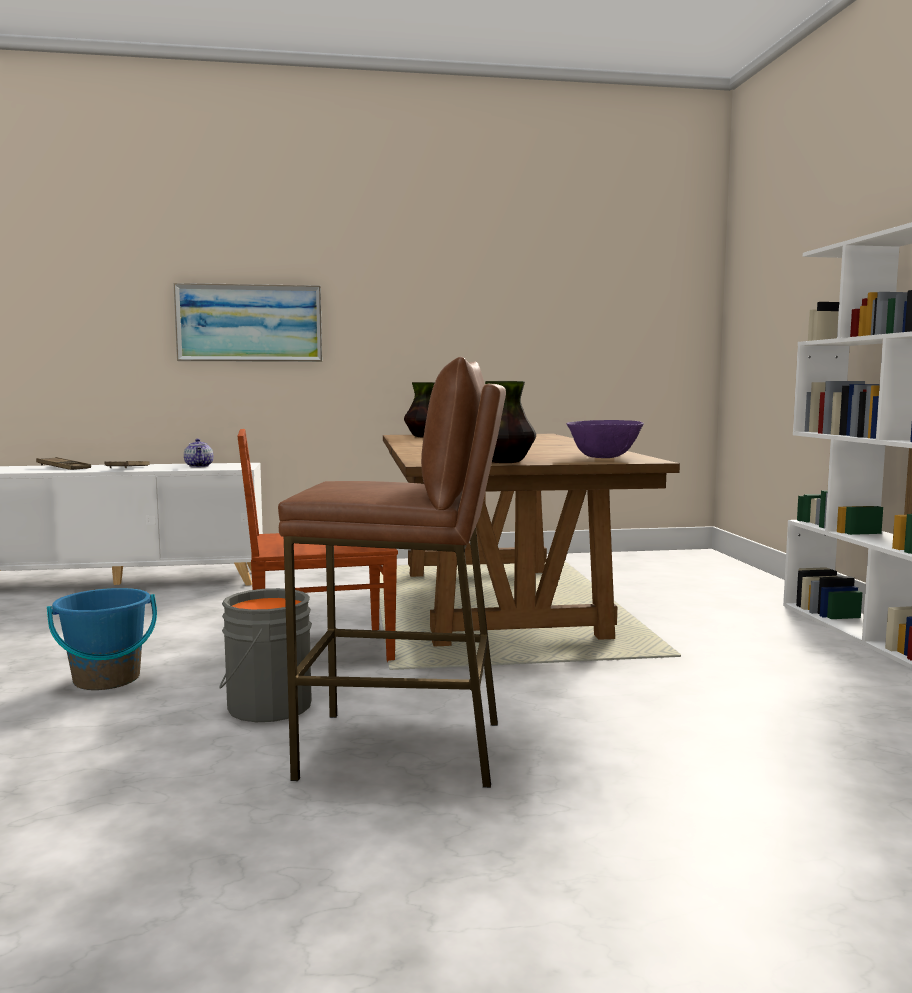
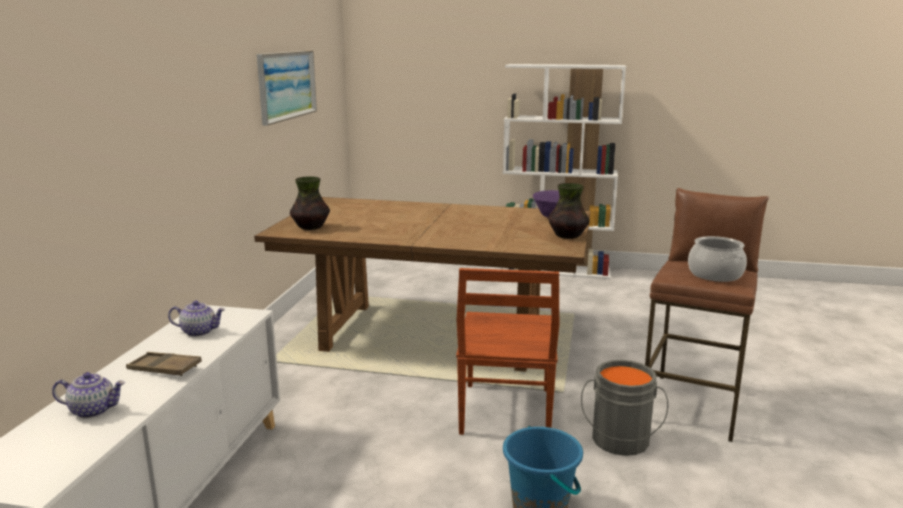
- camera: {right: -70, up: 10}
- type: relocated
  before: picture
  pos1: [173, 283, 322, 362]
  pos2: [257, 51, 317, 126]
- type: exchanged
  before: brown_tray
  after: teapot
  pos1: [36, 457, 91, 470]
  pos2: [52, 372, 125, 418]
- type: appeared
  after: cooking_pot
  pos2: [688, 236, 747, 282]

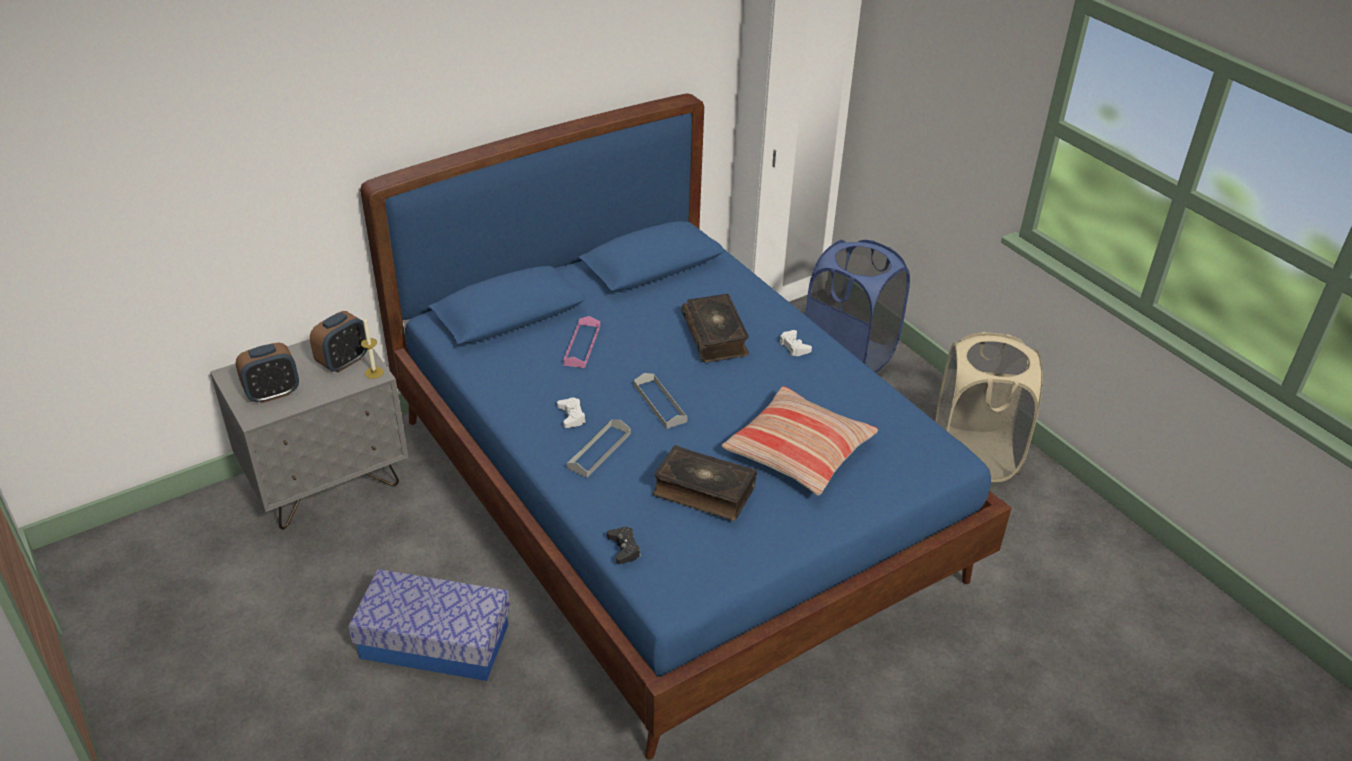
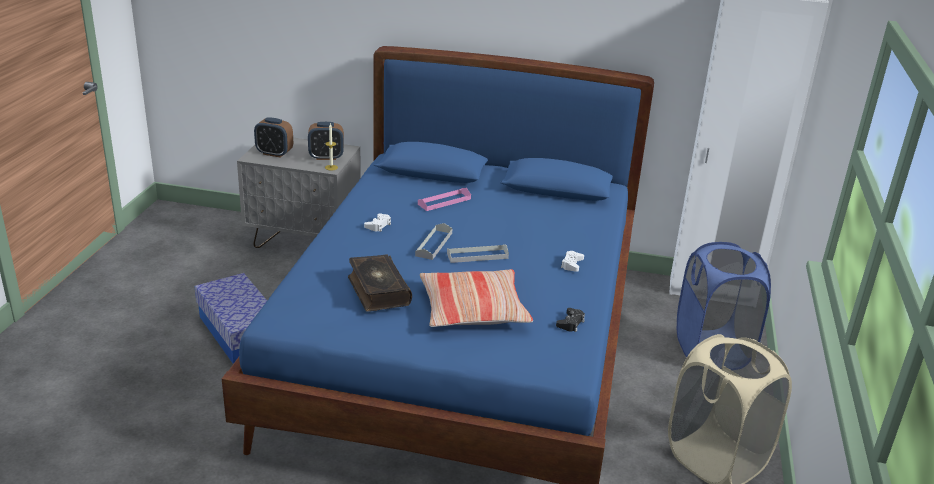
- camera: {right: 45, up: -10}
- type: missing
  before: book
  pos1: [682, 294, 749, 363]
- type: relocated
  before: grey_tray
  pos1: [567, 420, 631, 478]
  pos2: [447, 244, 509, 263]
- type: relocated
  before: black_game_controller
  pos1: [607, 527, 641, 564]
  pos2: [556, 308, 585, 332]

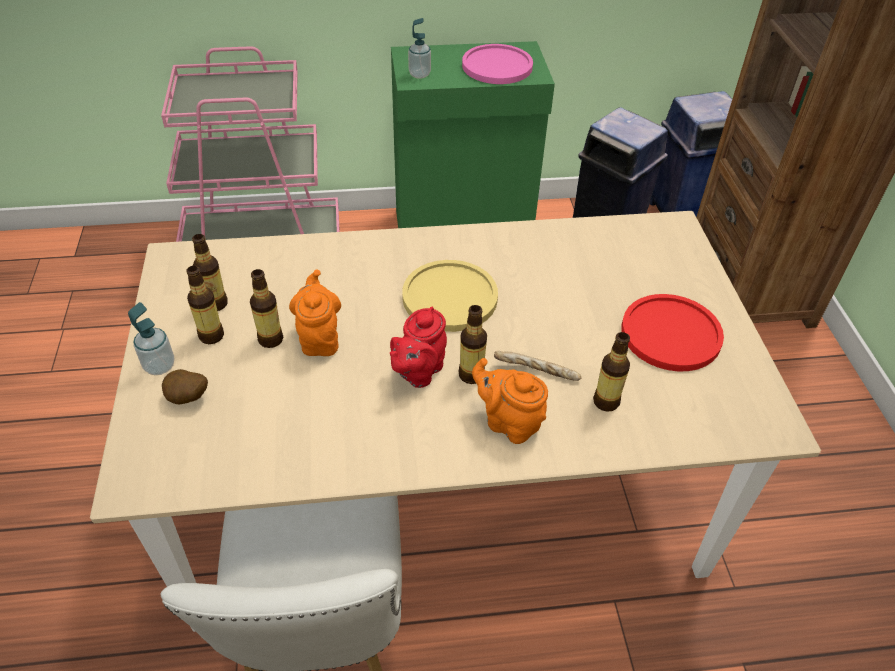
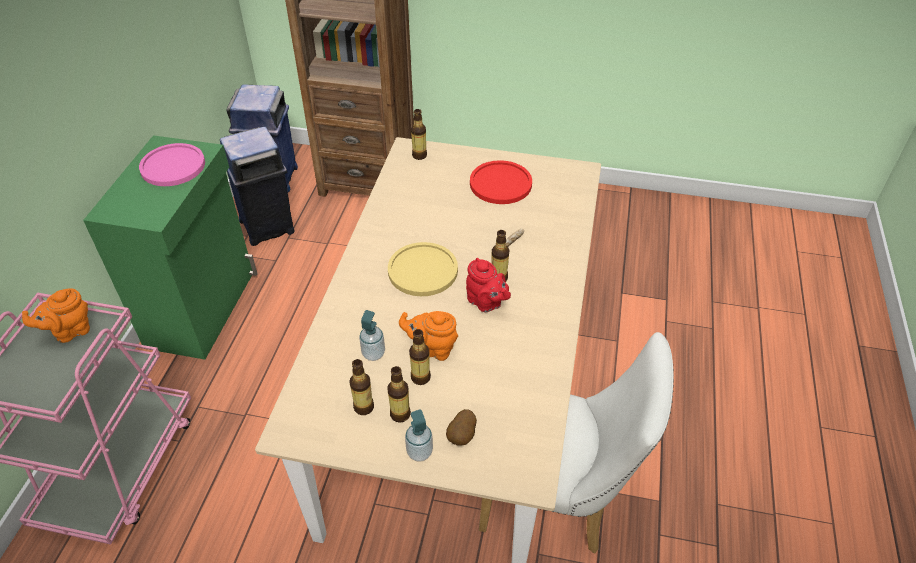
- camera: {right: -70, up: 0}
- type: relocated
  before: soap_dispenser
  pos1: [408, 18, 431, 79]
  pos2: [359, 310, 385, 361]
- type: relocated
  before: bottle
  pos1: [593, 332, 630, 412]
  pos2: [411, 109, 427, 160]
- type: relocated
  before: orange_teapot
  pos1: [472, 358, 548, 444]
  pos2: [22, 289, 90, 343]

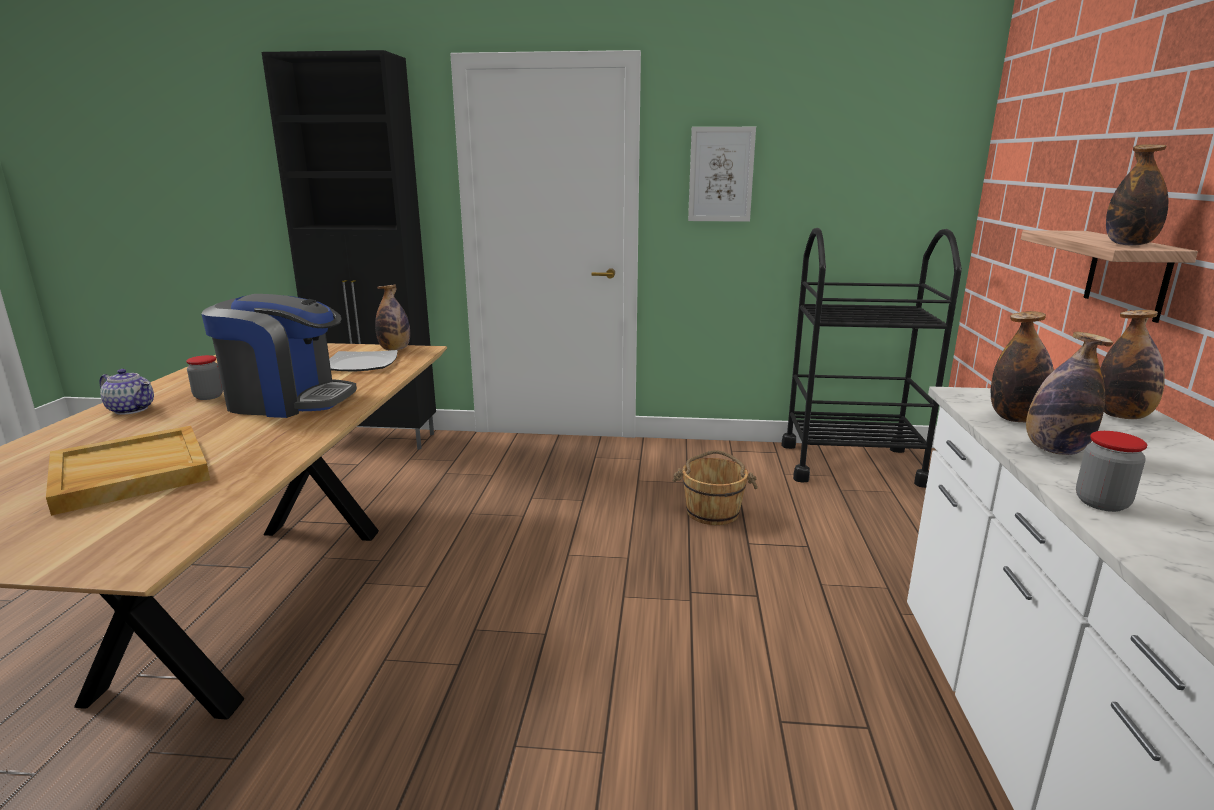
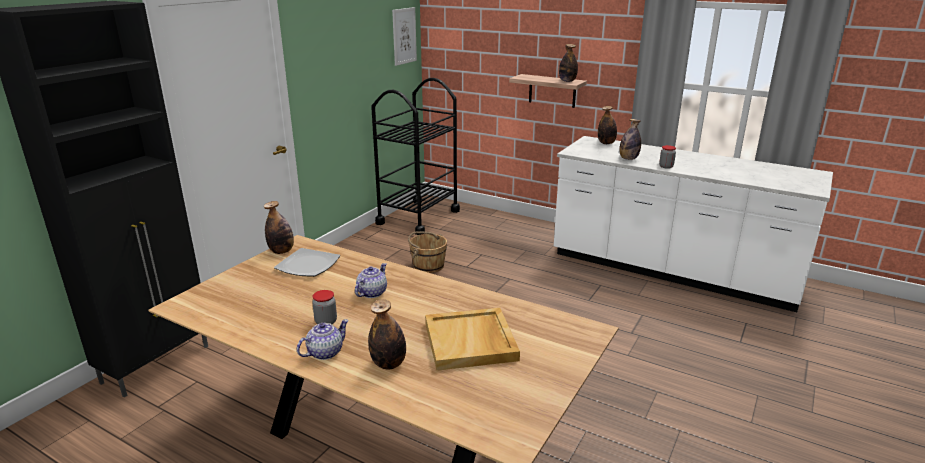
- camera: {right: -65, up: 5}
- type: relocated
  before: picture
  pos1: [688, 127, 756, 222]
  pos2: [392, 7, 417, 66]
- type: exchanged
  before: coffee_machine
  after: teapot
  pos1: [201, 294, 357, 418]
  pos2: [355, 263, 387, 298]
- type: relocated
  before: bottle
  pos1: [991, 311, 1054, 422]
  pos2: [368, 299, 406, 370]

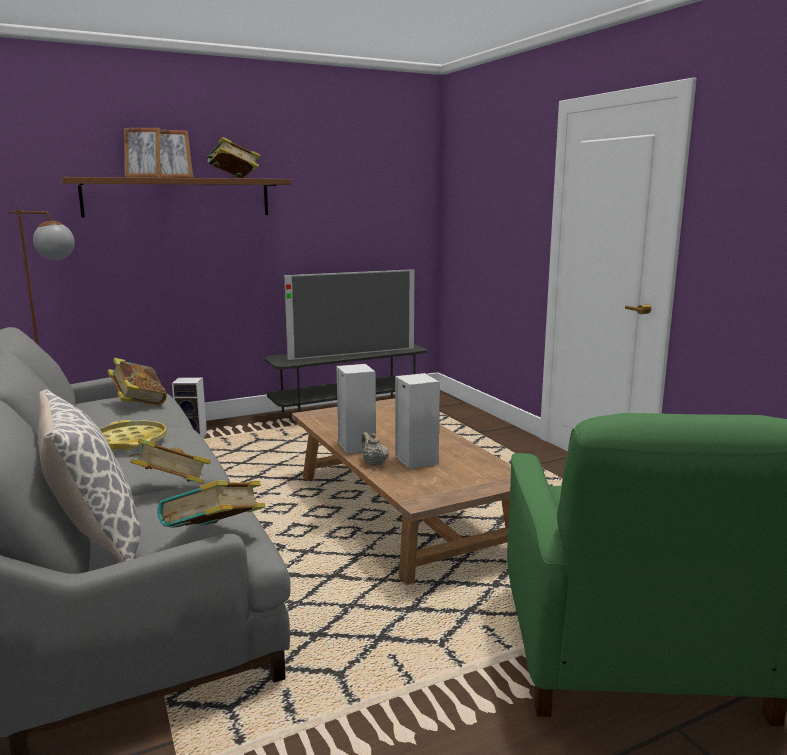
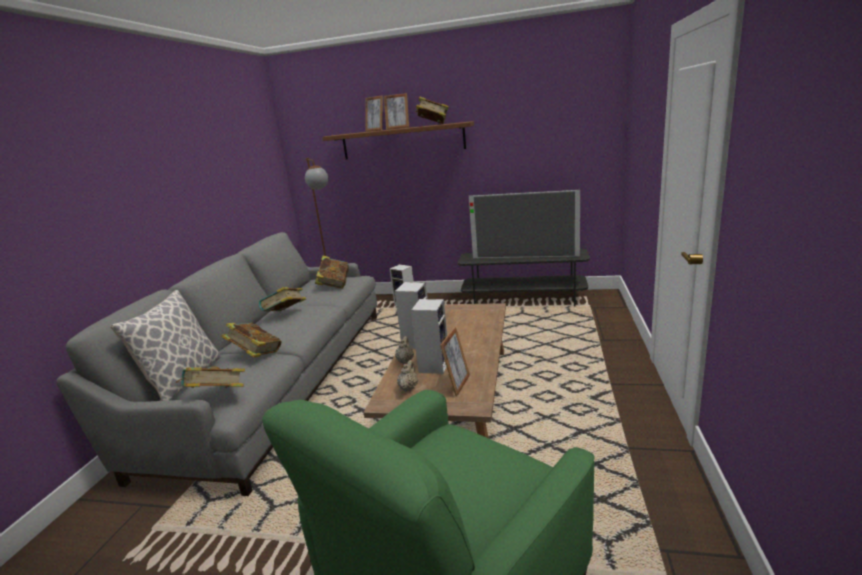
- camera: {right: 40, up: 5}
- type: exchanged
  before: yellow_tray
  after: book
  pos1: [99, 420, 167, 451]
  pos2: [259, 287, 306, 311]
- type: appeared
  after: picture_frame
  pos2: [440, 327, 470, 396]
- type: appeared
  after: beige_teapot
  pos2: [397, 360, 418, 392]

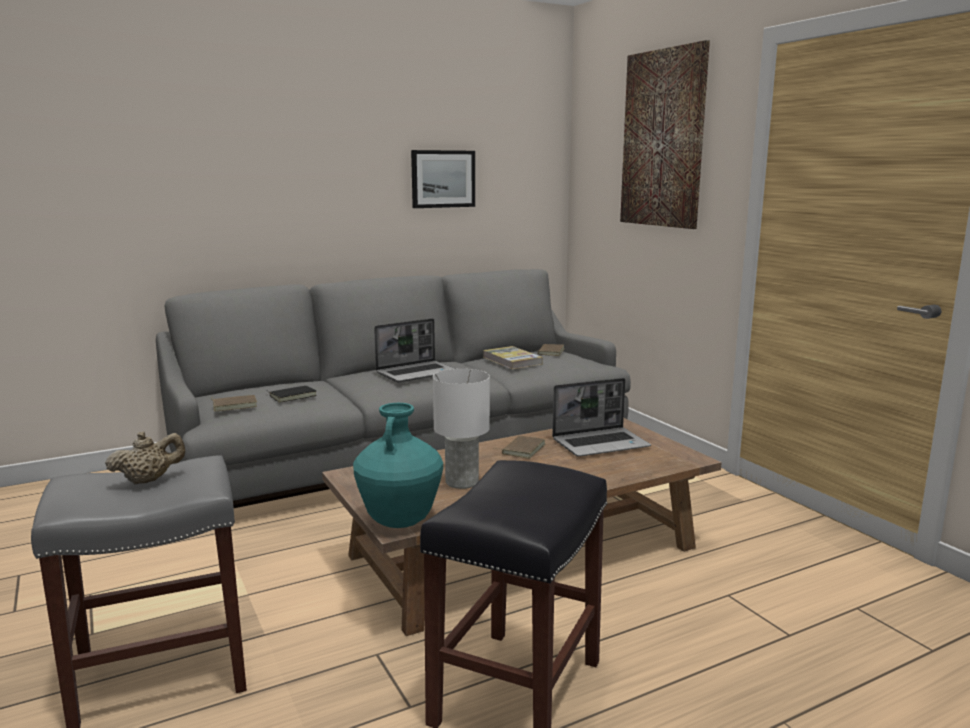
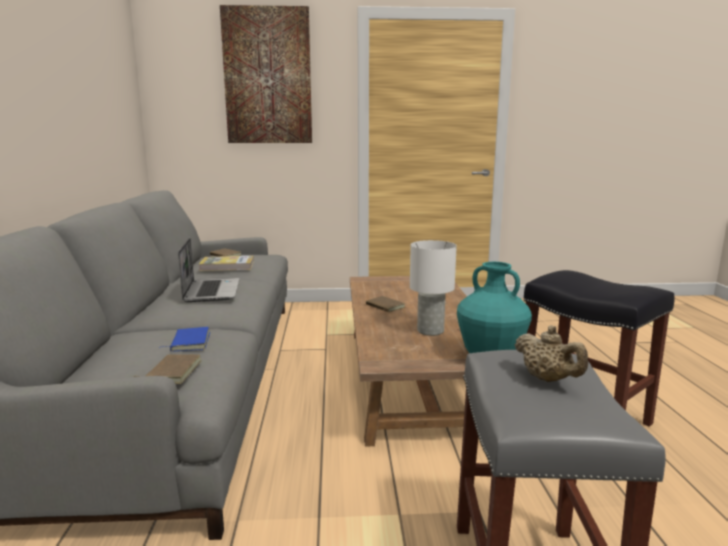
- camera: {right: -65, up: 0}
- type: missing
  before: picture
  pos1: [411, 150, 475, 208]
- type: missing
  before: laptop
  pos1: [552, 378, 651, 457]
- type: colour
  before: black_book
  after: blue_book
  pos1: [267, 386, 316, 403]
  pos2: [159, 327, 210, 352]
- type: spun
  before: beige_teapot
  pos1: [105, 431, 185, 484]
  pos2: [515, 325, 588, 382]
  turn: 150

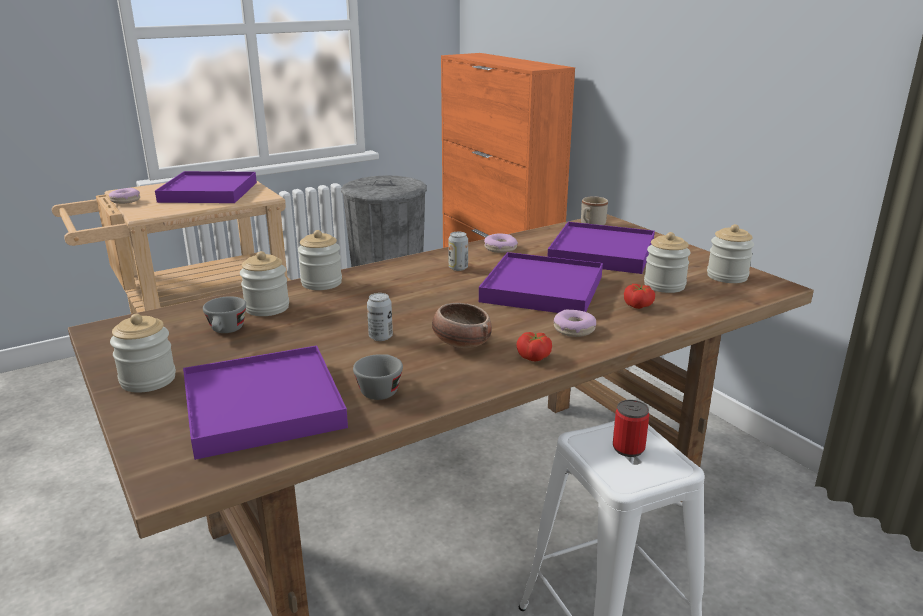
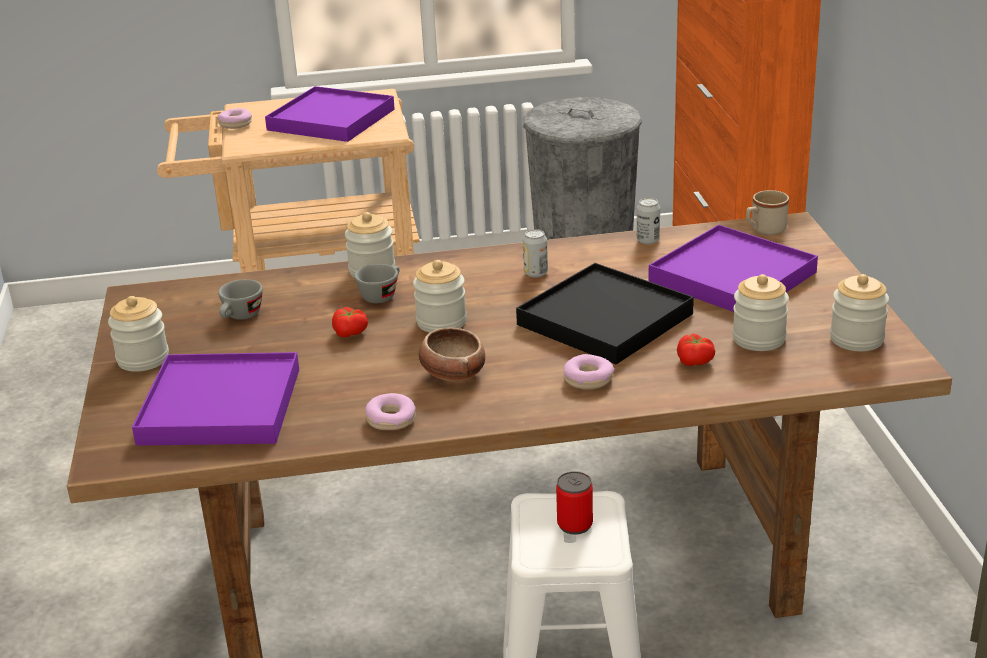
- camera: {right: 25, up: 5}
- type: relocated
  before: donut
  pos1: [484, 233, 518, 253]
  pos2: [365, 393, 416, 430]
- type: relocated
  before: jar
  pos1: [240, 251, 289, 316]
  pos2: [413, 260, 467, 333]
- type: colour
  before: purple_tray
  after: black_tray
  pos1: [479, 252, 603, 313]
  pos2: [516, 263, 694, 364]
- type: relocated
  before: can
  pos1: [367, 293, 393, 341]
  pos2: [637, 198, 660, 244]
- type: relocated
  before: tomato
  pos1: [516, 332, 552, 361]
  pos2: [332, 307, 368, 337]
- type: relocated
  before: grey_cup
  pos1: [353, 354, 403, 400]
  pos2: [354, 264, 400, 303]

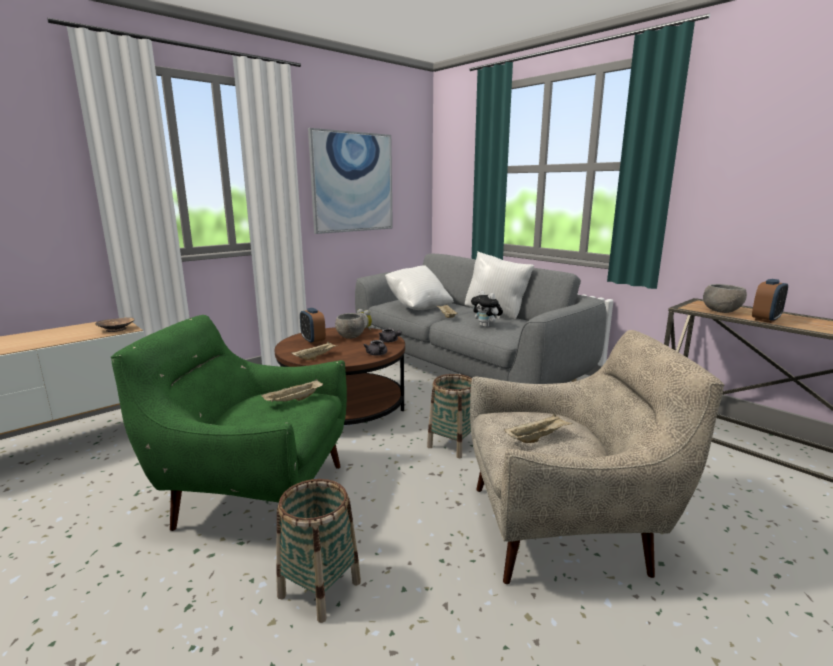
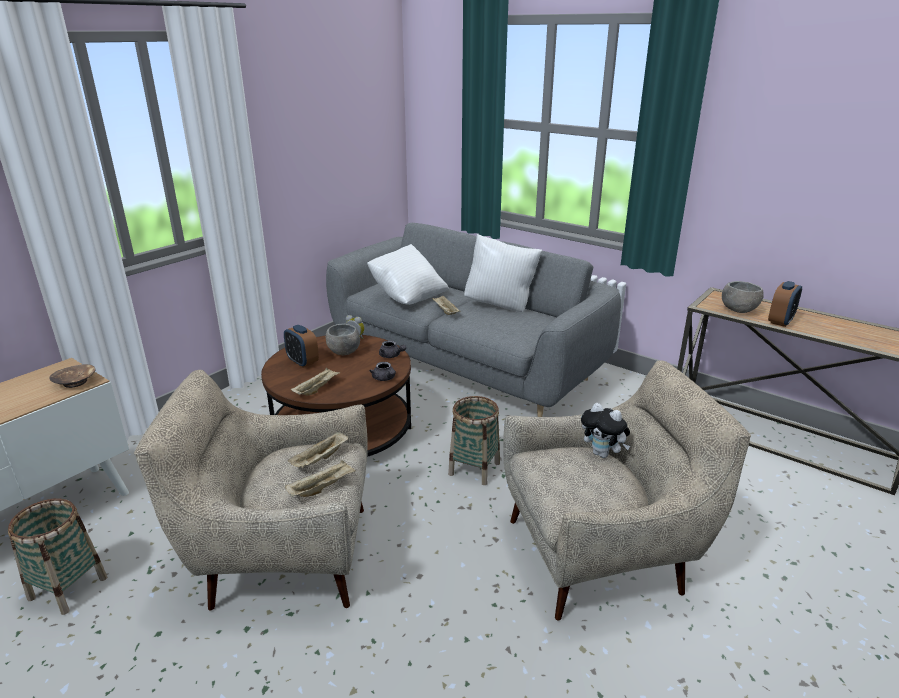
- camera: {right: -10, up: 10}
- type: missing
  before: picture
  pos1: [308, 128, 393, 234]
- type: relocated
  before: plush_toy
  pos1: [471, 291, 503, 328]
  pos2: [581, 403, 630, 458]
- type: colour
  before: green_armchair
  after: beige_armchair
  pos1: [111, 315, 347, 531]
  pos2: [134, 370, 368, 610]
- type: relocated
  before: beige_tray
  pos1: [504, 414, 572, 443]
  pos2: [285, 460, 356, 497]
- type: relocated
  before: basket
  pos1: [276, 479, 361, 623]
  pos2: [8, 498, 107, 615]

